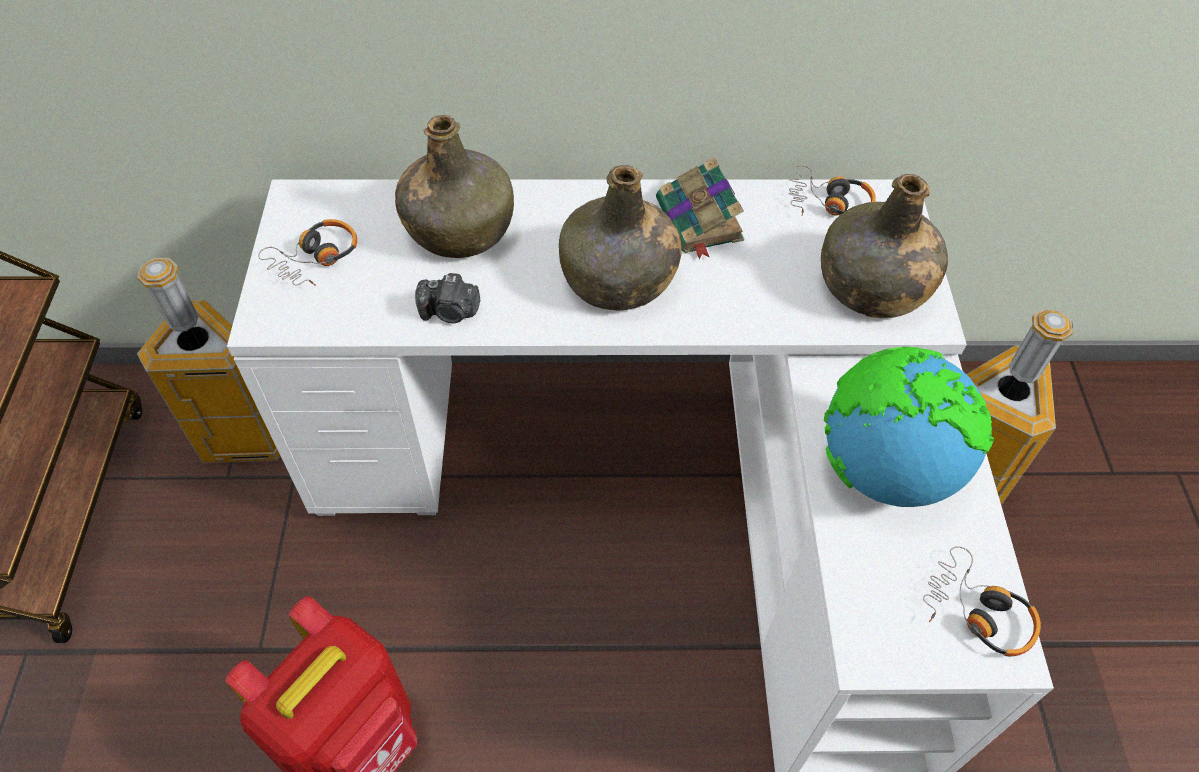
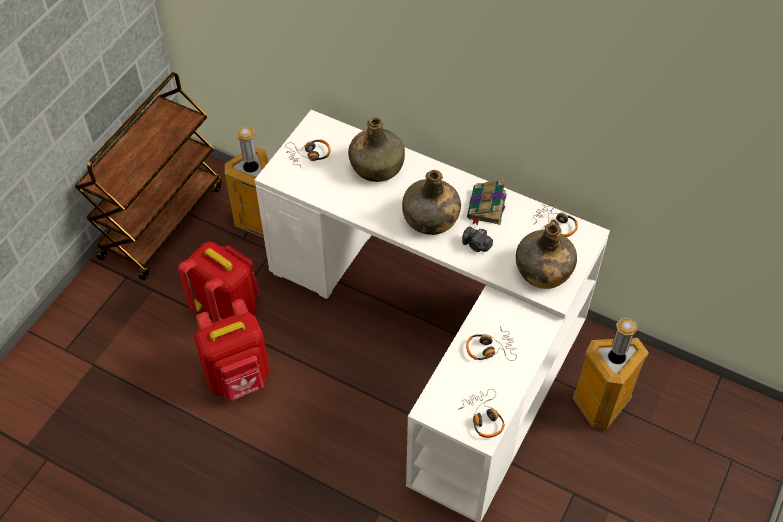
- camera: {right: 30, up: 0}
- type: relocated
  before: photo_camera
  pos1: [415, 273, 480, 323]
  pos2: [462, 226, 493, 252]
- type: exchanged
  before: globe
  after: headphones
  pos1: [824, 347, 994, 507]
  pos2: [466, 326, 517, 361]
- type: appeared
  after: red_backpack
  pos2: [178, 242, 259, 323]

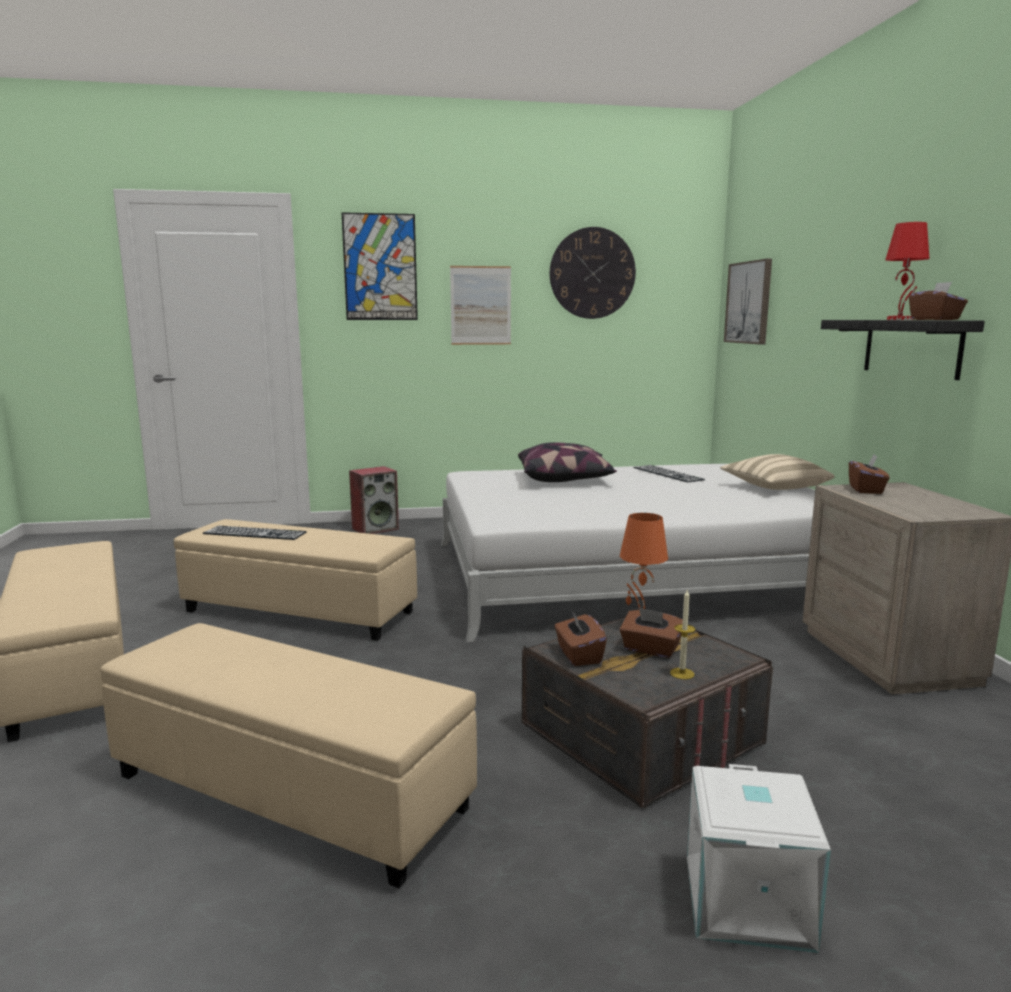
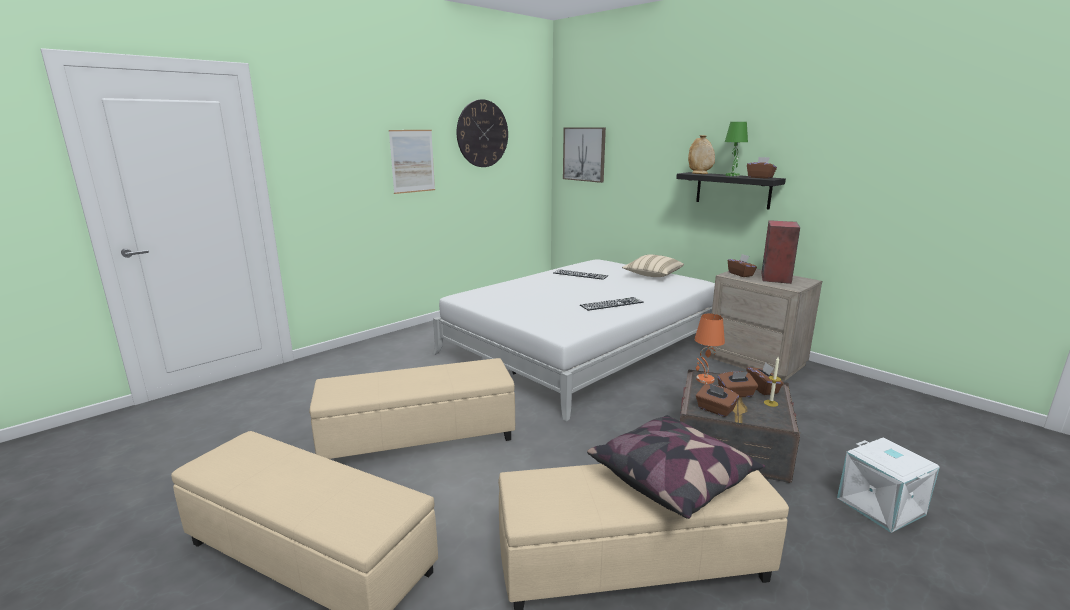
- camera: {right: -35, up: 5}
- type: missing
  before: picture
  pos1: [342, 212, 418, 320]
- type: colour
  before: red_table_lamp
  after: green_table_lamp
  pos1: [885, 222, 929, 320]
  pos2: [725, 122, 748, 176]
- type: relocated
  before: pillow
  pos1: [518, 442, 617, 482]
  pos2: [587, 415, 765, 519]
- type: relocated
  before: speaker
  pos1: [349, 466, 399, 534]
  pos2: [761, 220, 800, 284]
- type: relocated
  before: keyboard
  pos1: [203, 525, 307, 540]
  pos2: [580, 297, 644, 311]
- type: appeared
  after: beige_vase
  pos2: [688, 135, 715, 174]
- type: appeared
  after: brown_tissue_box
  pos2: [746, 362, 784, 395]

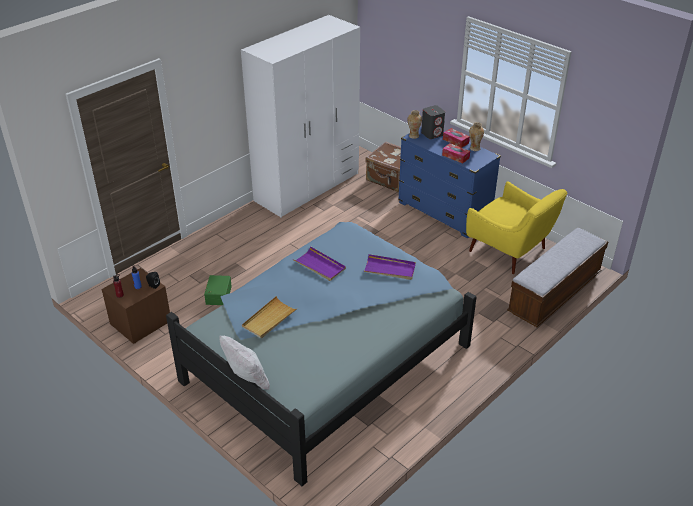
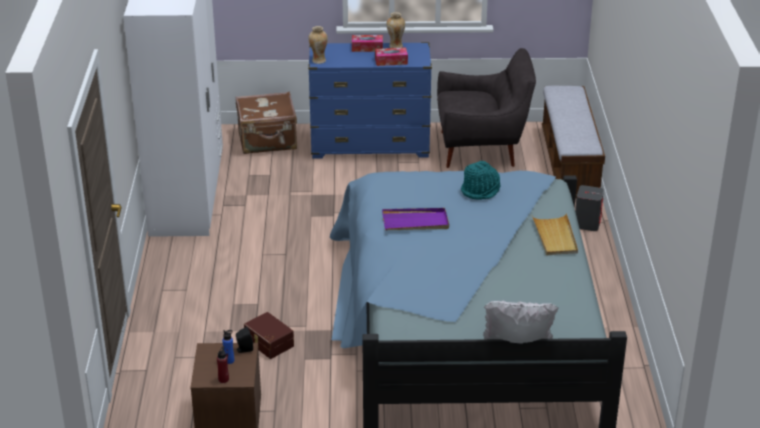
- camera: {right: -45, up: -5}
- type: relocated
  before: grey_speaker
  pos1: [421, 105, 445, 139]
  pos2: [575, 185, 604, 231]
- type: colour
  before: yellow_armchair
  after: grey_armchair
  pos1: [466, 181, 567, 274]
  pos2: [437, 48, 536, 168]
- type: exchanged
  before: purple_tray
  after: turquoise_hat
  pos1: [363, 254, 416, 280]
  pos2: [461, 161, 500, 200]
- type: colour
  before: green_storage_box
  after: brown_storage_box
  pos1: [204, 275, 232, 305]
  pos2: [244, 312, 294, 359]
- type: relocated
  before: beige_tray
  pos1: [242, 296, 298, 338]
  pos2: [532, 213, 578, 255]

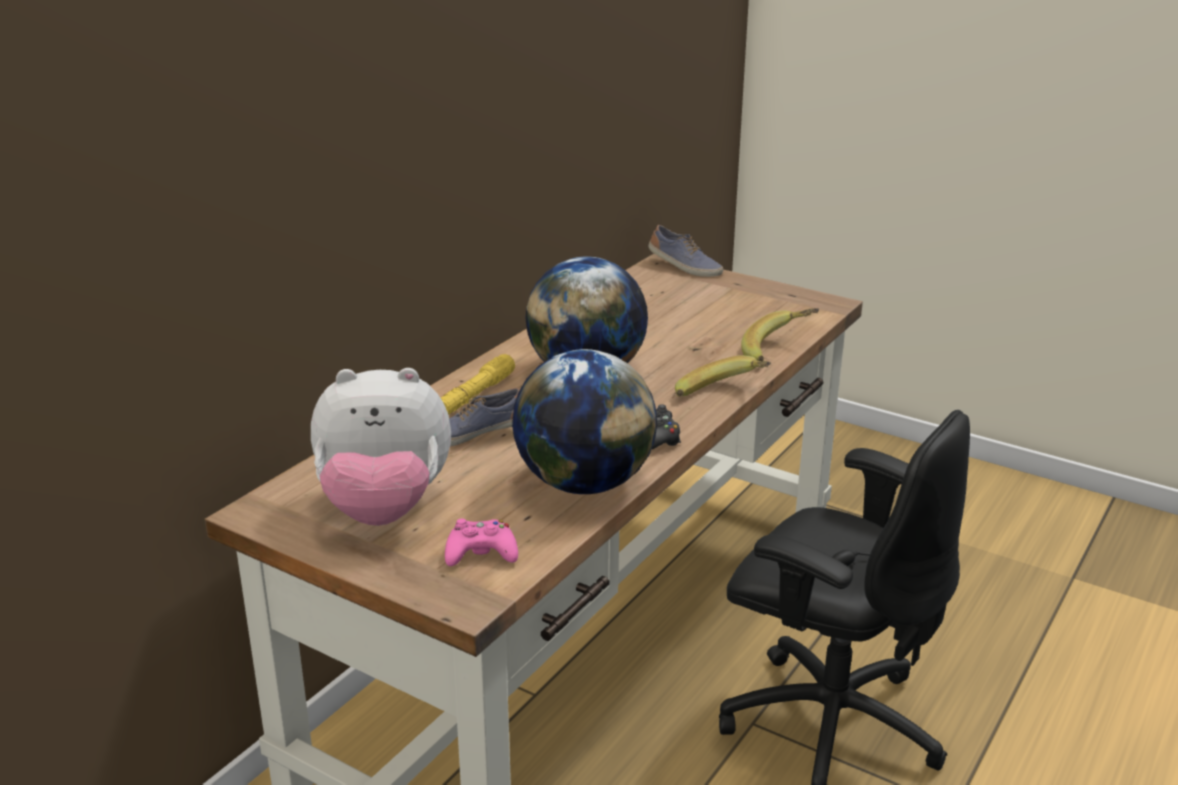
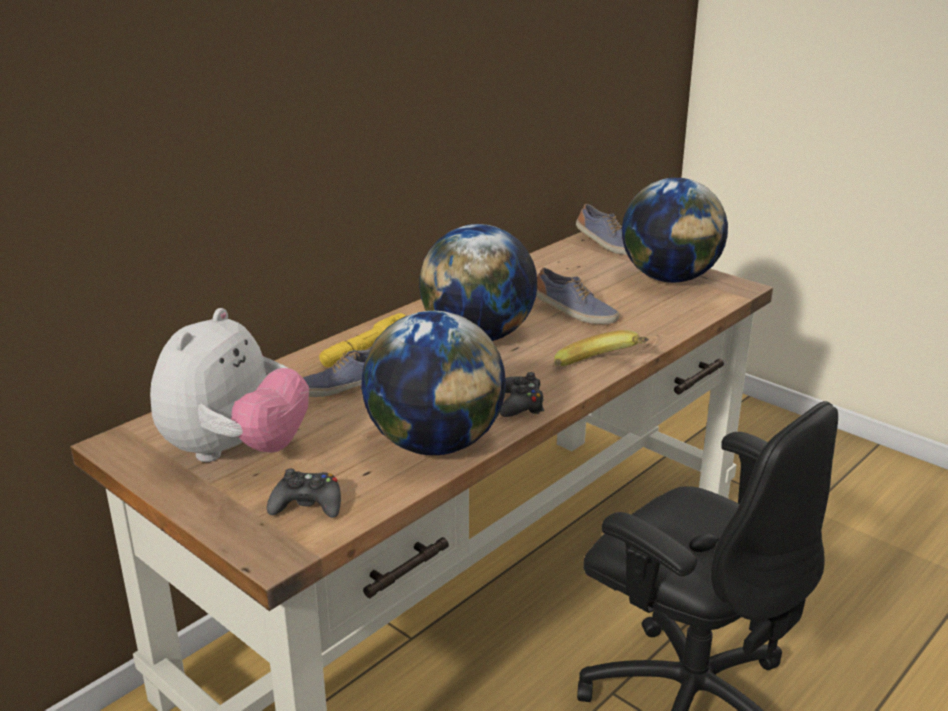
- camera: {right: 10, up: 0}
- type: missing
  before: banana
  pos1: [741, 308, 819, 361]
- type: spun
  before: plush_toy
  pos1: [311, 368, 451, 526]
  pos2: [150, 308, 309, 462]
  turn: -75
- type: colour
  before: pink_game_controller
  after: black_game_controller
  pos1: [445, 518, 518, 566]
  pos2: [267, 469, 341, 518]
- type: appeared
  after: globe
  pos2: [622, 178, 728, 283]
- type: appeared
  after: shoe
  pos2: [536, 267, 619, 324]

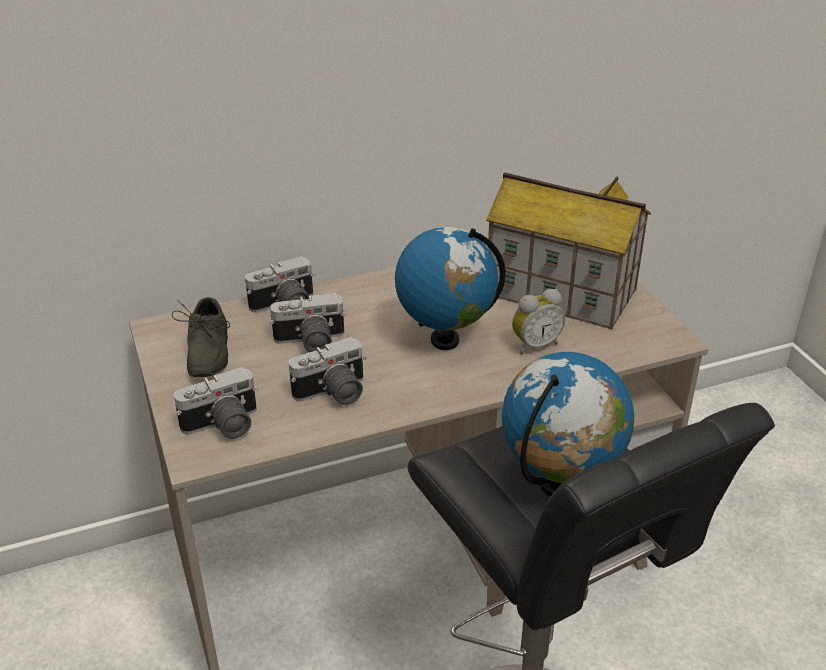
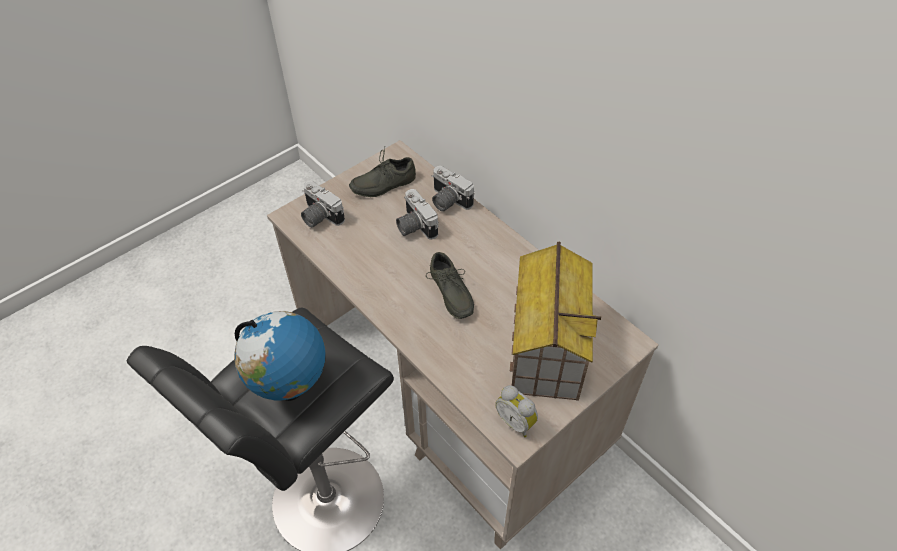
- camera: {right: 70, up: 15}
- type: exchanged
  before: globe
  after: grey_shoe
  pos1: [395, 227, 506, 350]
  pos2: [426, 252, 474, 319]
- type: relocated
  before: alarm_clock
  pos1: [512, 289, 565, 355]
  pos2: [495, 385, 538, 437]
- type: missing
  before: photo_camera
  pos1: [289, 337, 366, 405]

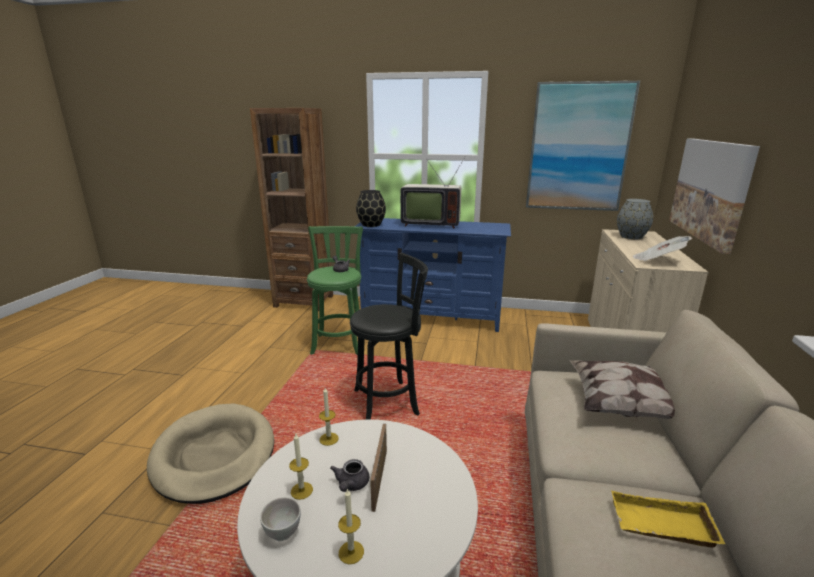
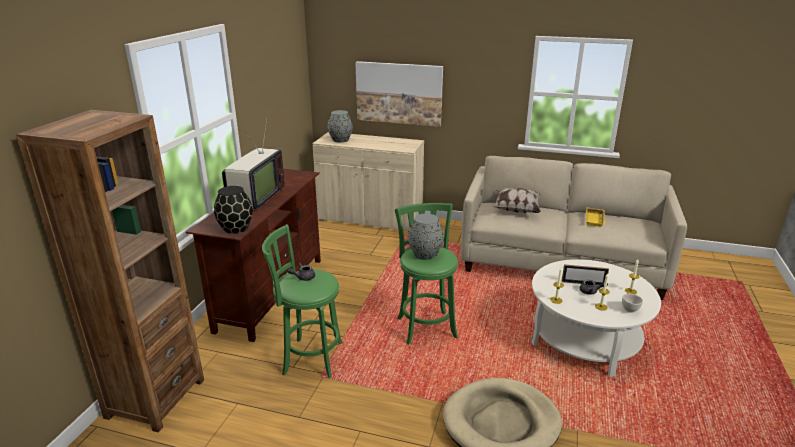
- camera: {right: -85, up: 5}
- type: missing
  before: picture
  pos1: [526, 81, 640, 211]
- type: colour
  before: blue_tv_stand
  after: brown_tv_stand
  pos1: [355, 218, 511, 332]
  pos2: [186, 169, 321, 342]
- type: missing
  before: newspaper
  pos1: [632, 236, 692, 261]
- type: colour
  before: black_stool
  after: green_stool
  pos1: [350, 252, 428, 420]
  pos2: [395, 203, 458, 345]
- type: appeared
  after: grey_vase
  pos2: [408, 214, 444, 260]

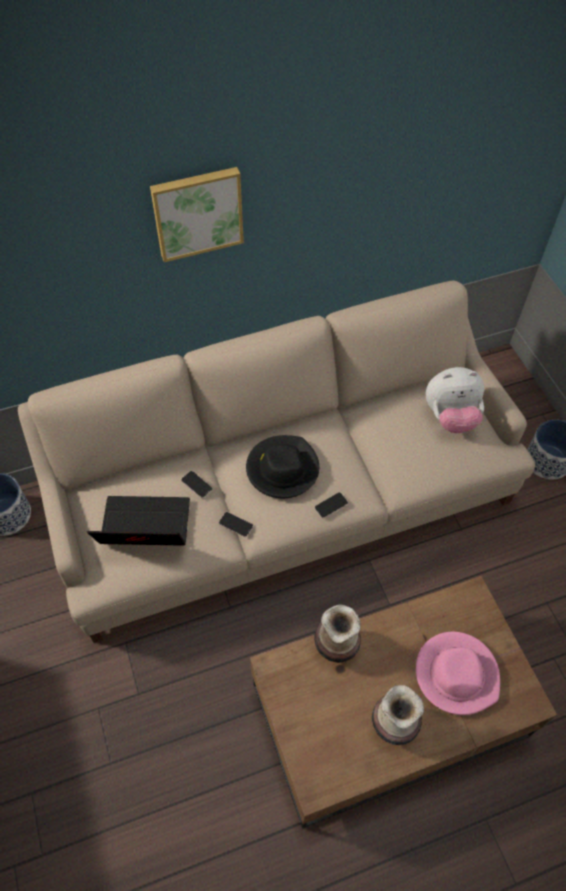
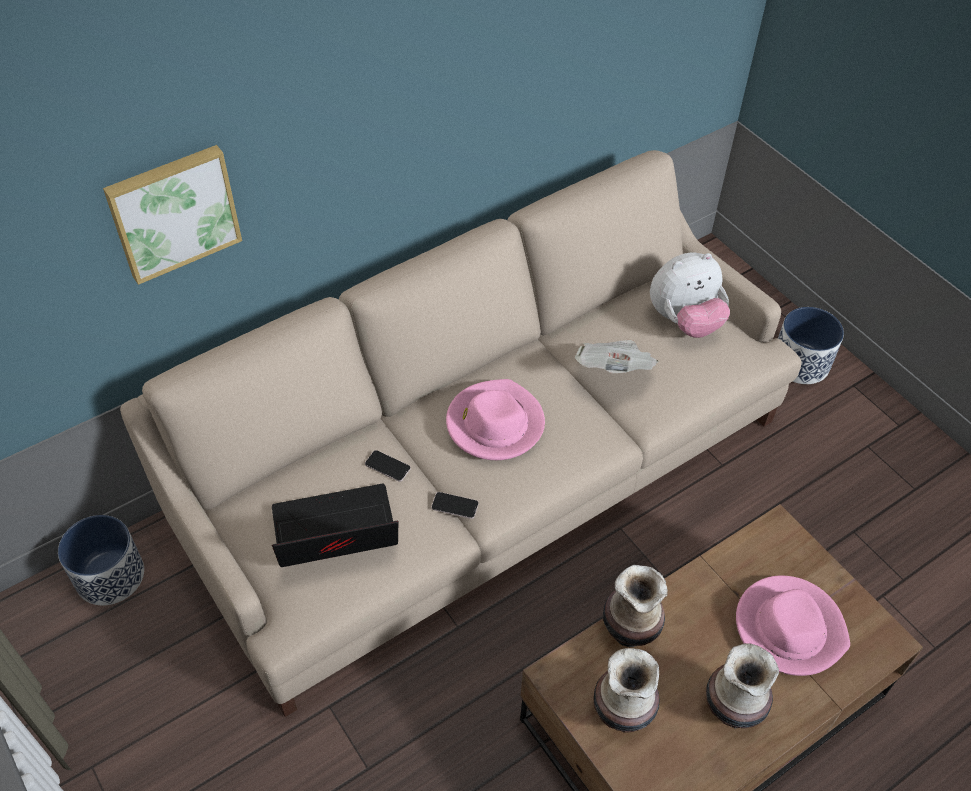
- camera: {right: -15, up: -5}
- type: relocated
  before: picture
  pos1: [150, 167, 244, 262]
  pos2: [103, 145, 242, 285]
- type: colour
  before: black_hat
  after: pink_hat
  pos1: [246, 435, 319, 498]
  pos2: [446, 379, 545, 460]
- type: missing
  before: phone
  pos1: [314, 492, 348, 518]
- type: appeared
  after: newspaper
  pos2: [575, 340, 659, 373]
- type: appeared
  after: vase
  pos2: [594, 648, 660, 733]

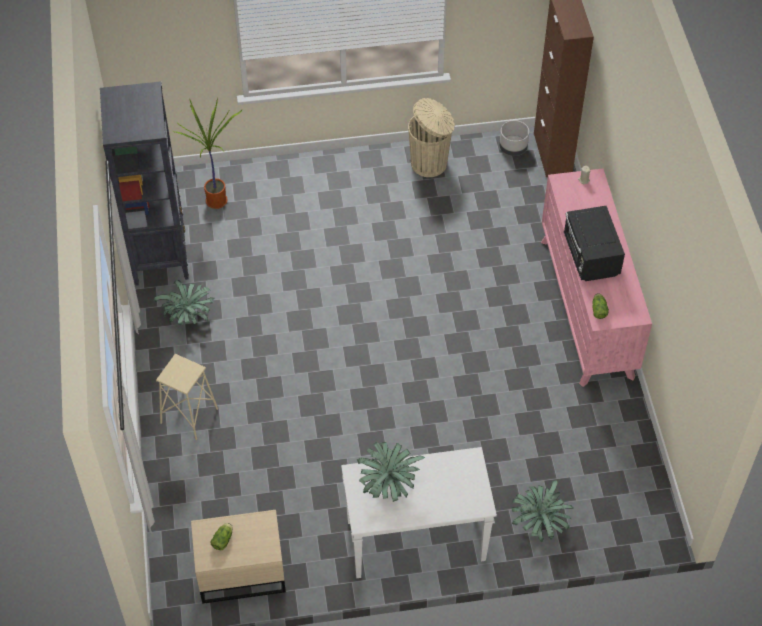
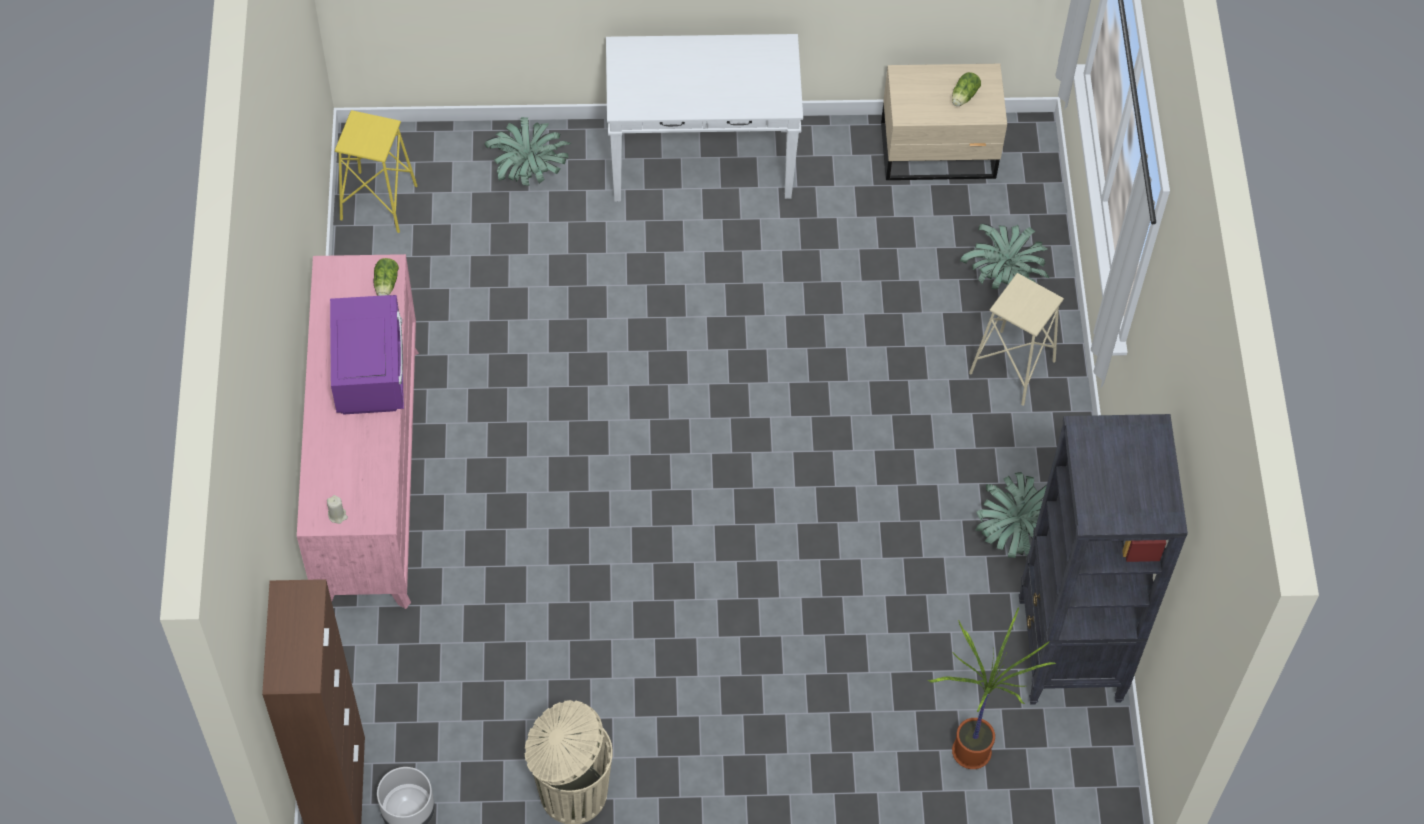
- camera: {right: -175, up: 5}
- type: colour
  before: black_microwave
  after: purple_microwave
  pos1: [564, 206, 625, 281]
  pos2: [330, 295, 404, 414]
- type: relocated
  before: potted_plant
  pos1: [357, 442, 425, 502]
  pos2: [960, 224, 1049, 289]
- type: appeared
  after: yellow_stool
  pos2: [335, 110, 417, 233]

